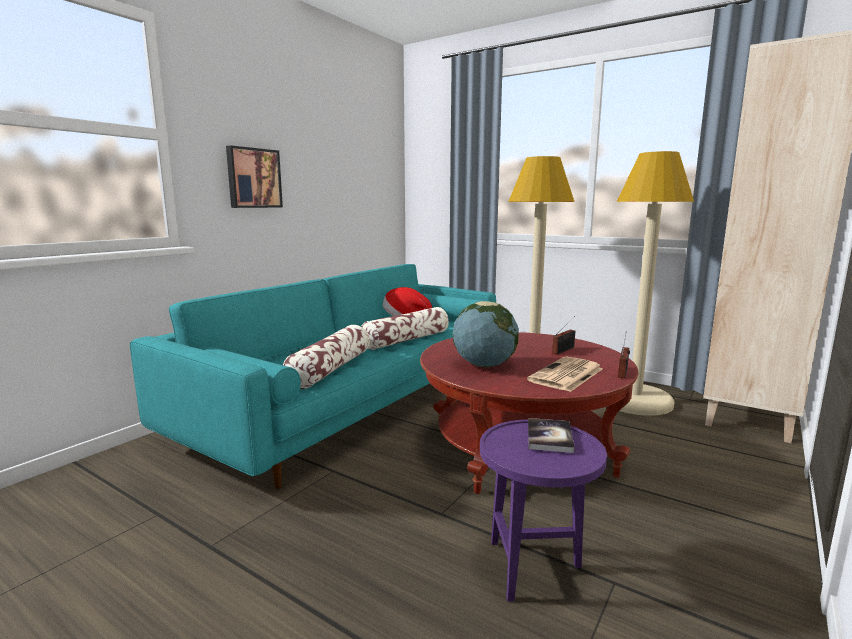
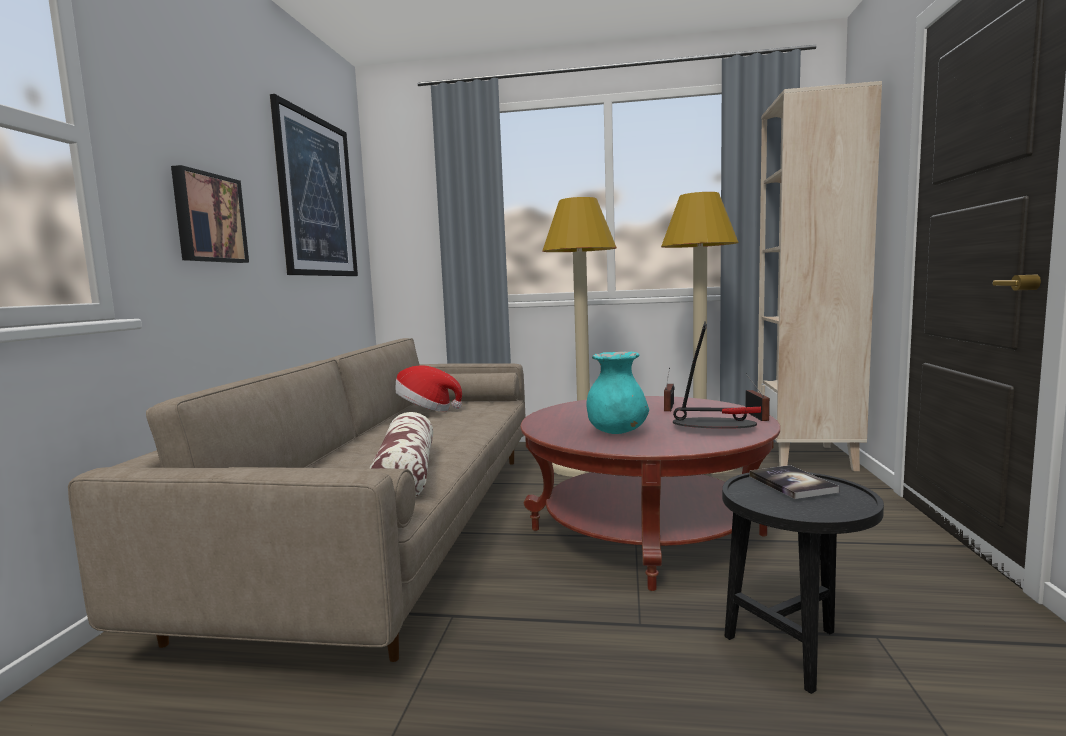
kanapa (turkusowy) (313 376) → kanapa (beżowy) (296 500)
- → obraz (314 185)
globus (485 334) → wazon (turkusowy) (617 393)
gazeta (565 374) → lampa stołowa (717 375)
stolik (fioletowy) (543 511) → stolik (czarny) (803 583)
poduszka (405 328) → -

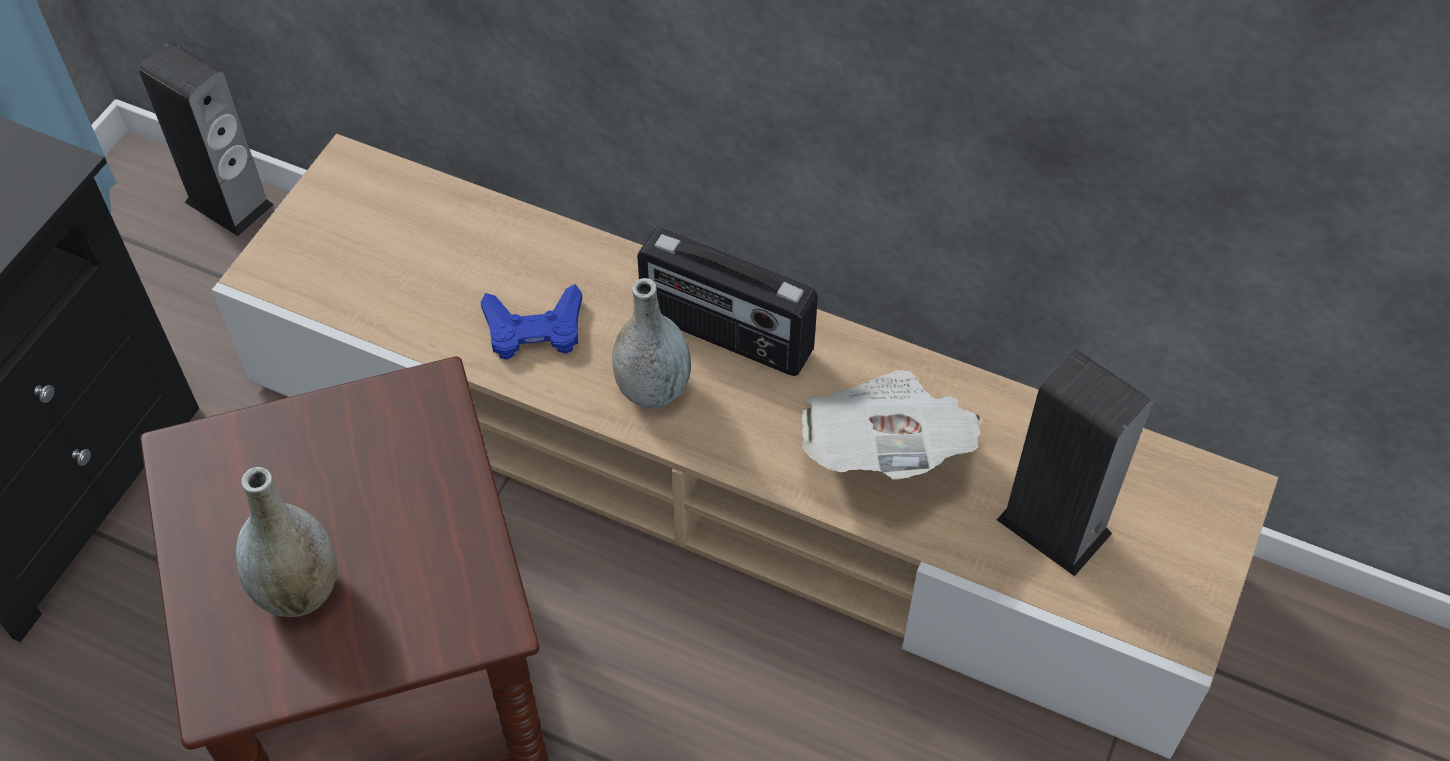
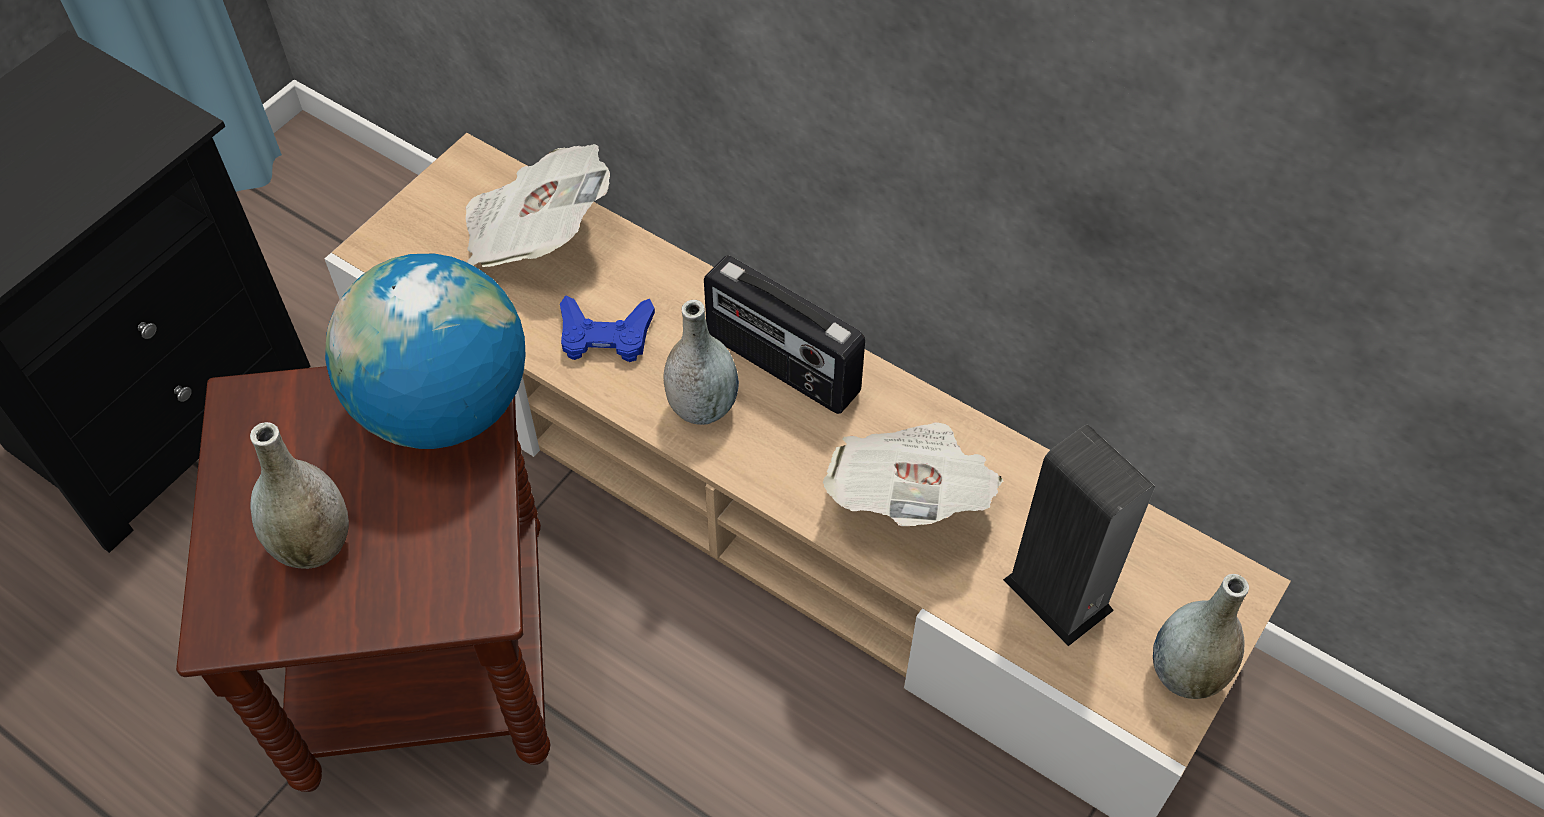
- → globus (425 351)
- → gazeta (538 205)
- → wazon (szary) (1201 636)
głośnik (206 139) → -

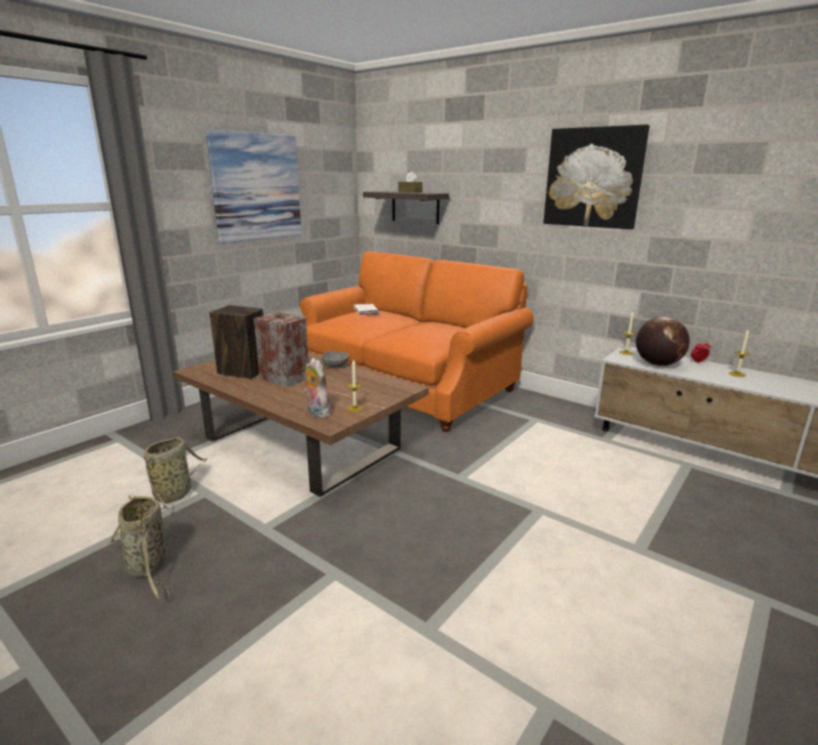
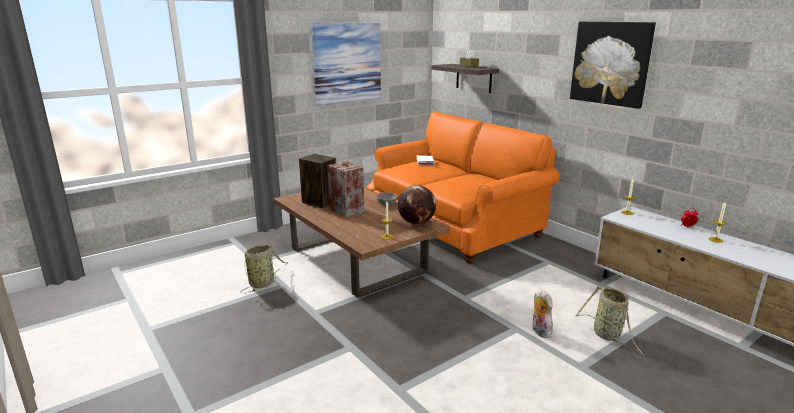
globus (663 341) → globus (417 205), shifted
pluszak (318 388) → pluszak (543 314), shifted
koszyk (139 547) → koszyk (609 320), shifted

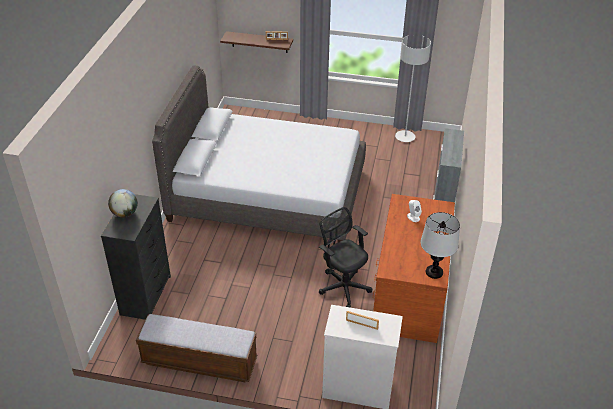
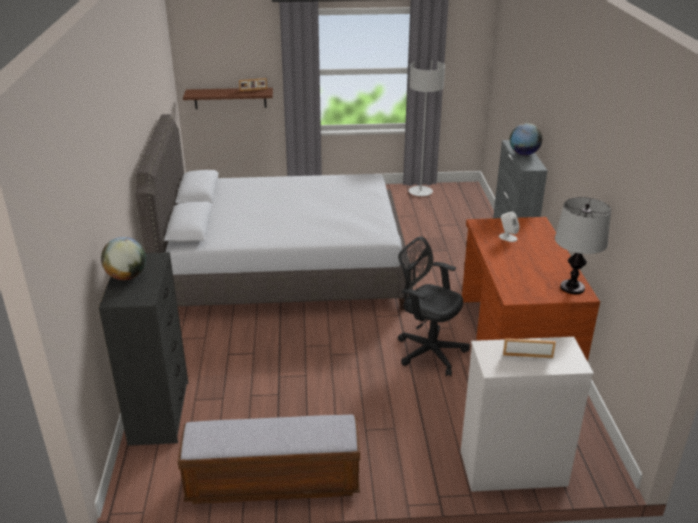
- → globus (526 139)

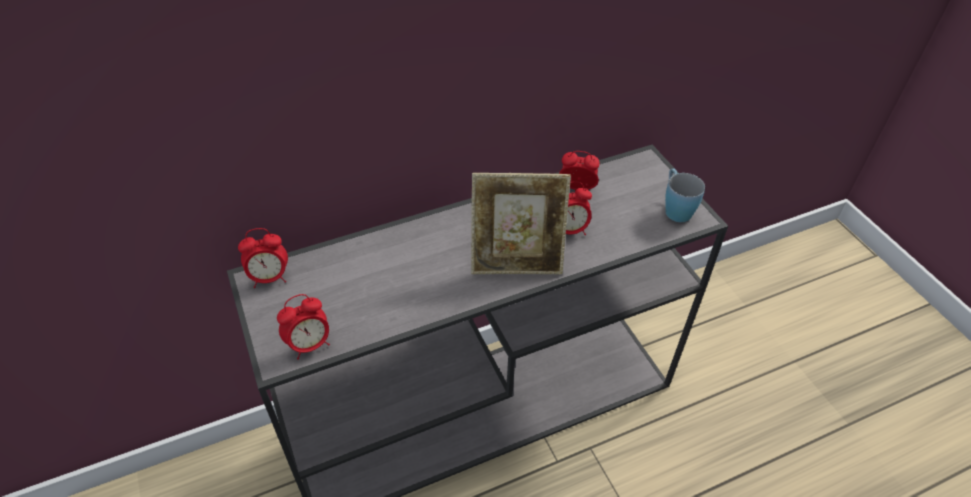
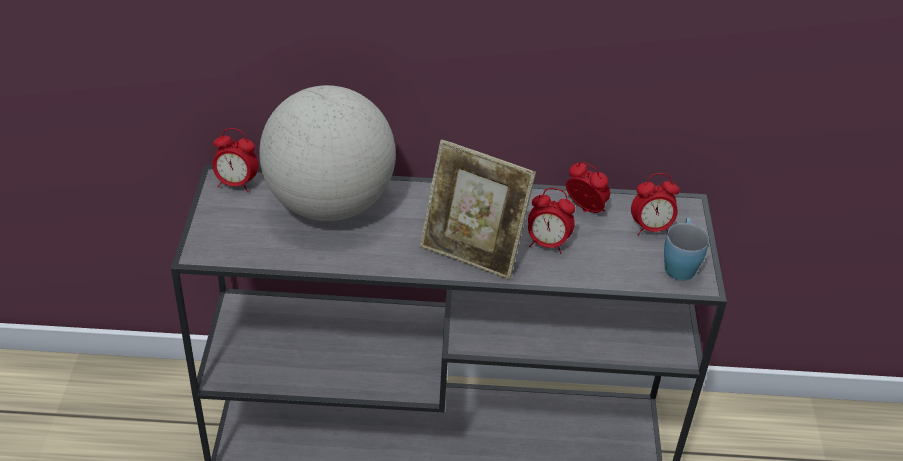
- → globus (327 153)
budzik (303 327) → budzik (655 204), shifted

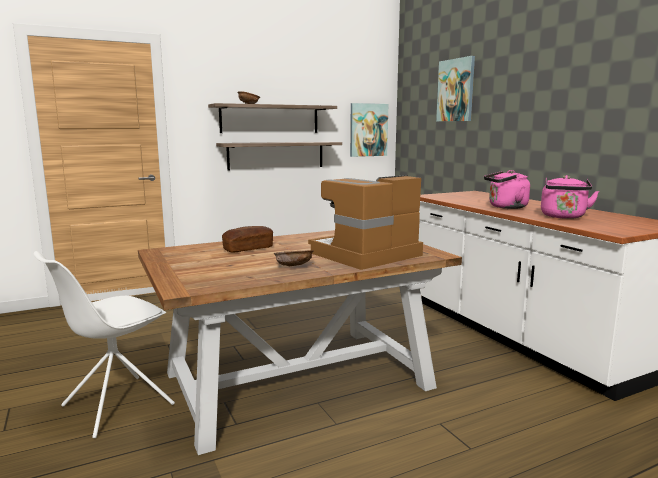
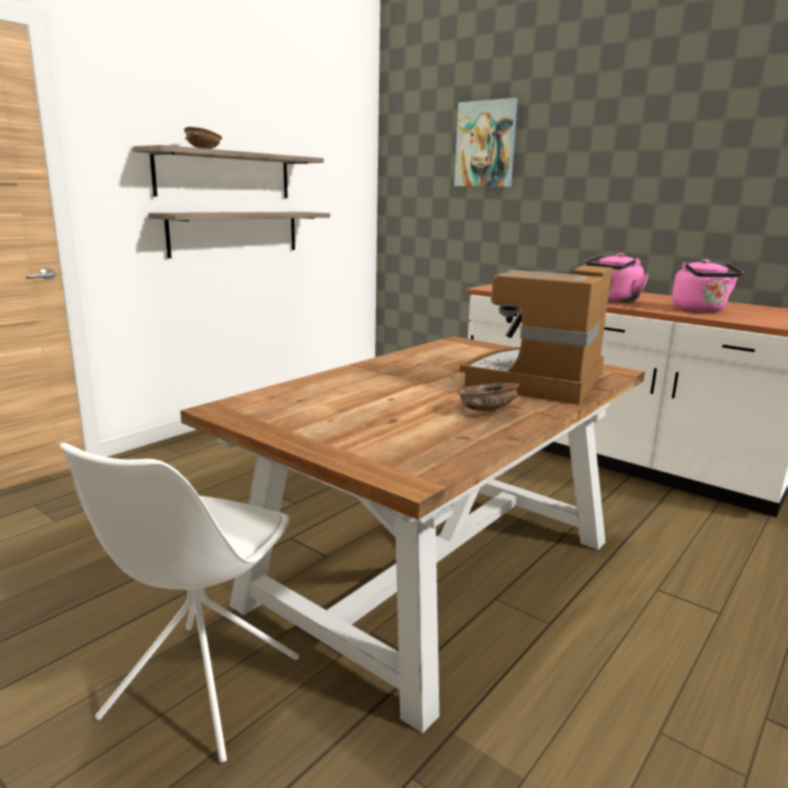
chleb (247 239) → -
obraz (369 130) → -

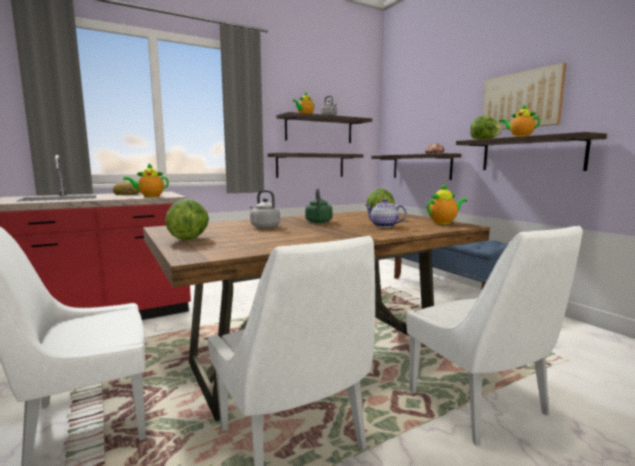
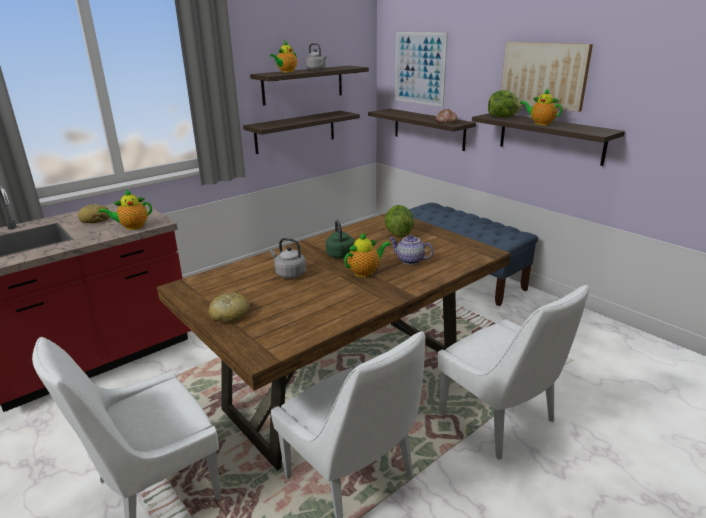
sałata (187 219) → chleb (229 307)
imbryk (447 203) → imbryk (367 255), shifted
- → obraz (421 69)

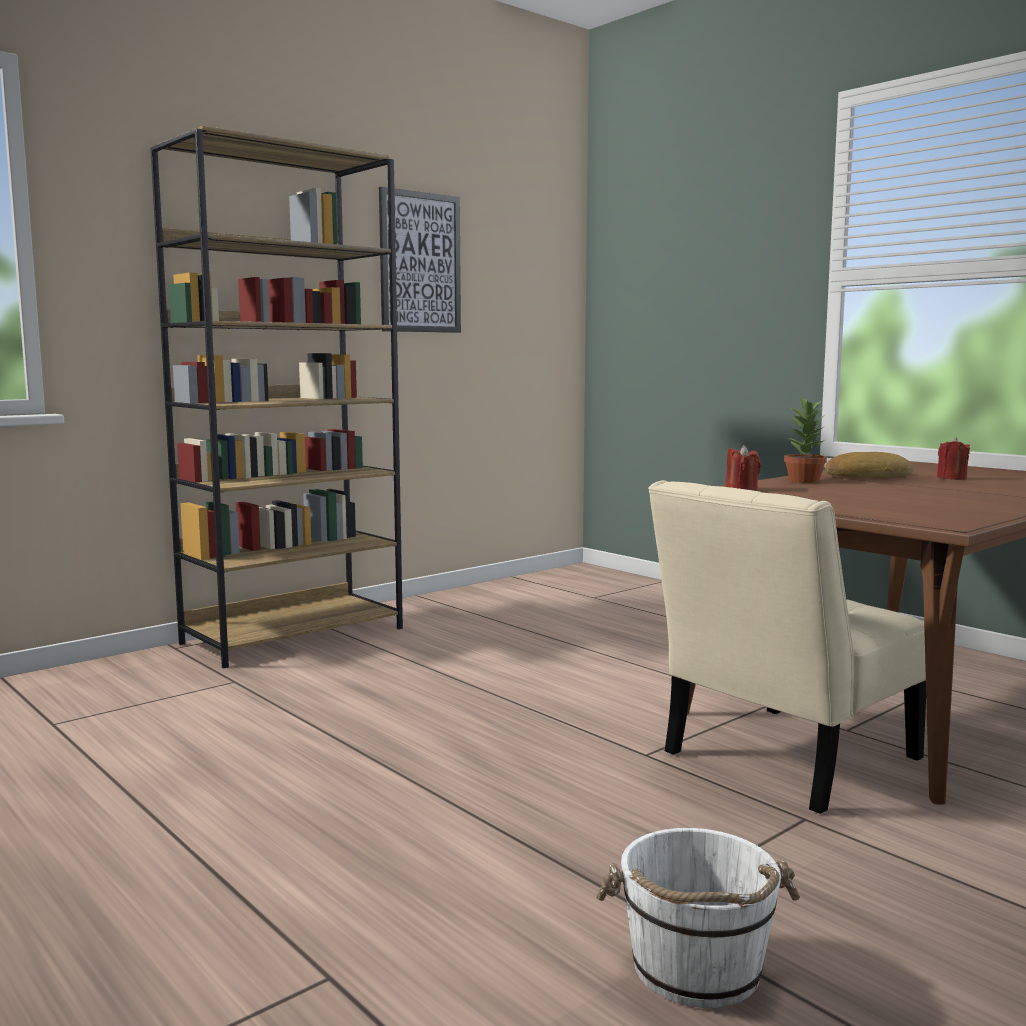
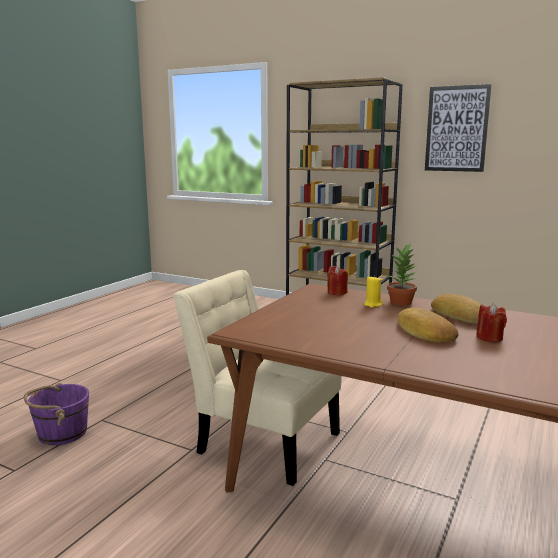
wiadro (biały) (698 918) → wiadro (fioletowy) (56 414)
- → świeca (żółty) (373 291)
- → chleb (427 324)

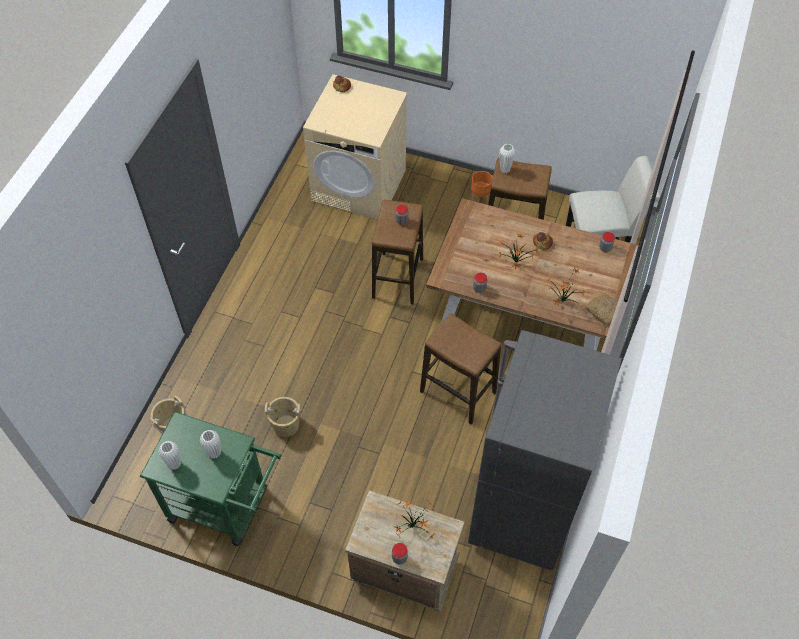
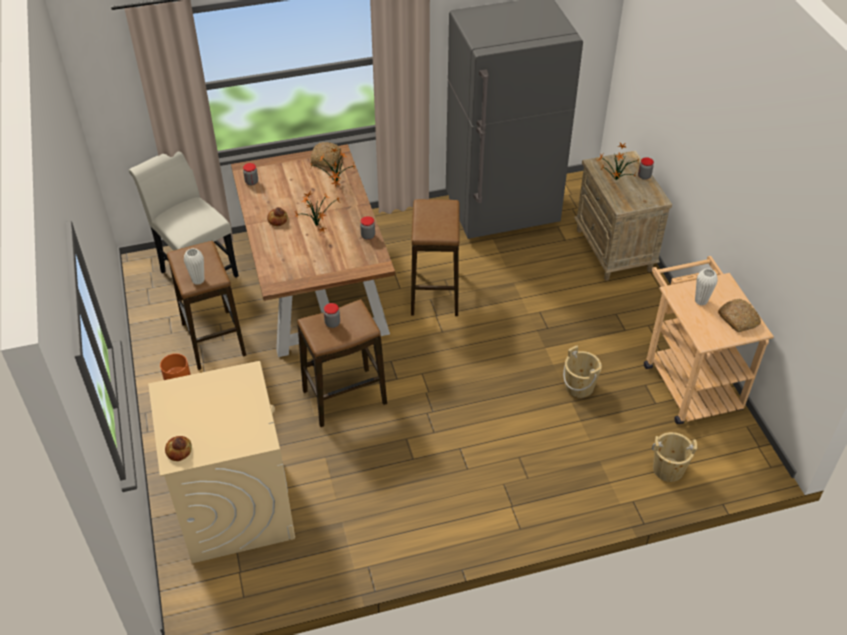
wózek (zielony) (210 479) → wózek (beżowy) (709 340)
wazon (biały) (170 455) → chleb (739 315)

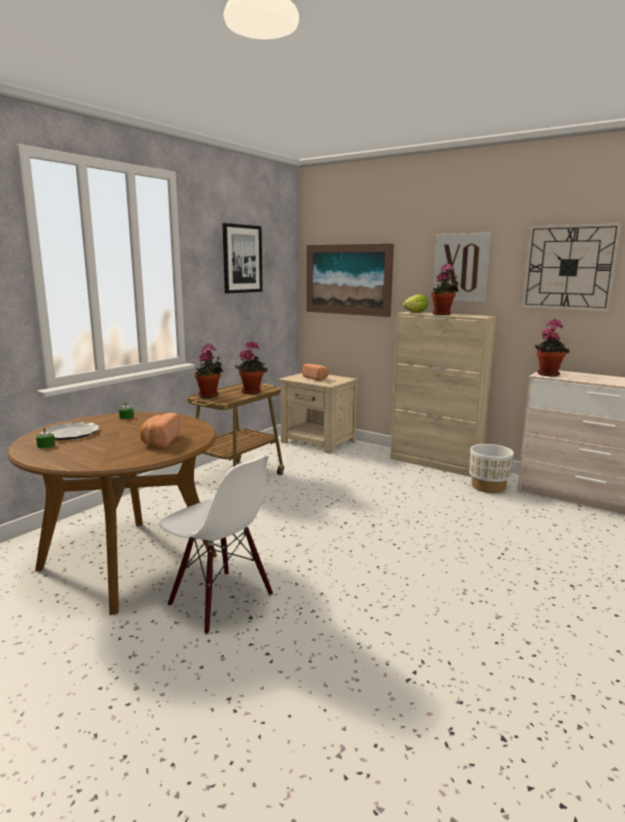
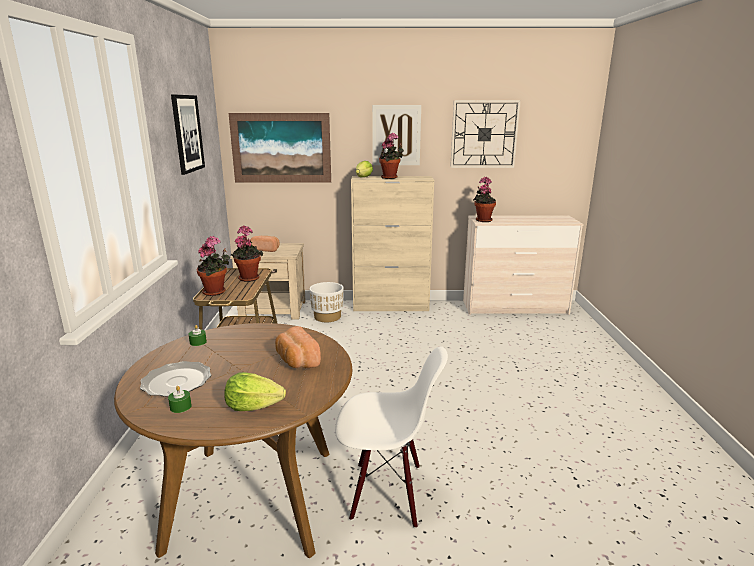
- → sałata (255 391)
donica (biały) (491 468) → donica (biały) (327 302), shifted

